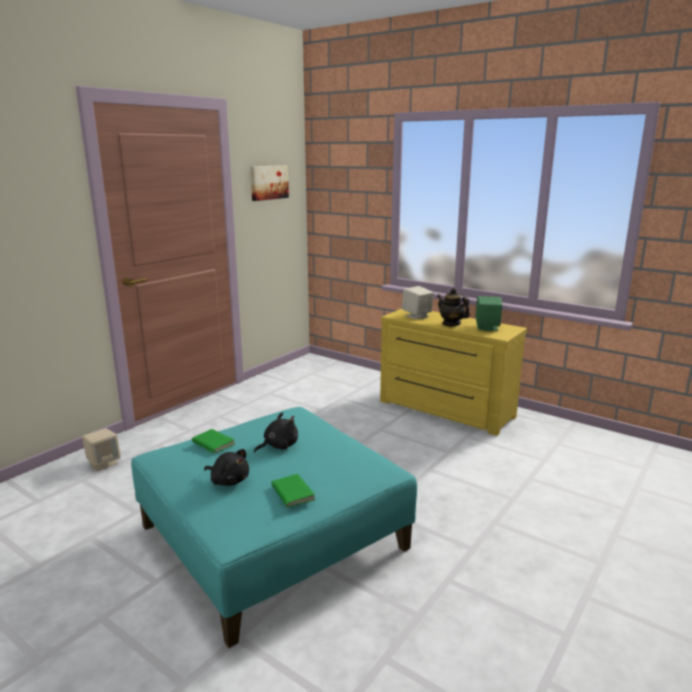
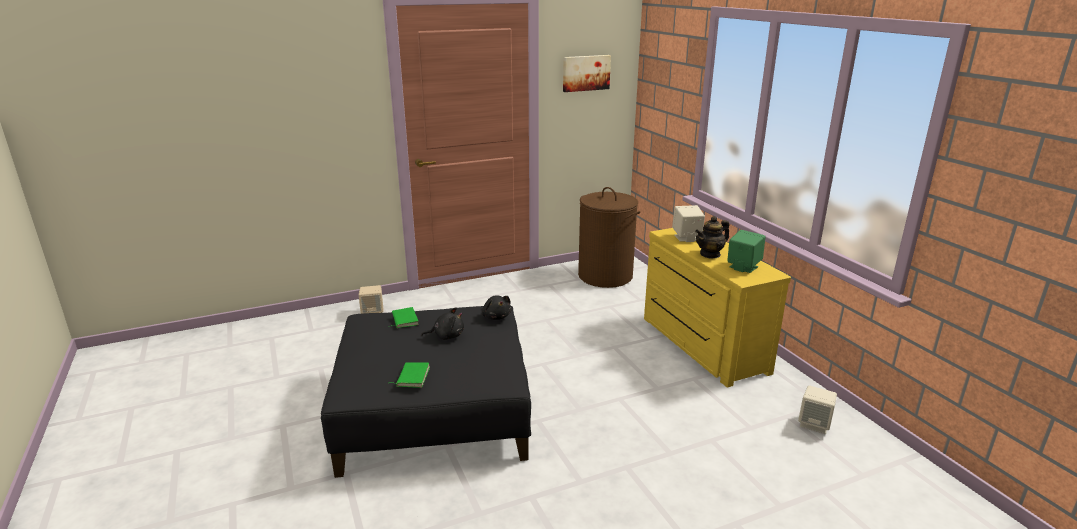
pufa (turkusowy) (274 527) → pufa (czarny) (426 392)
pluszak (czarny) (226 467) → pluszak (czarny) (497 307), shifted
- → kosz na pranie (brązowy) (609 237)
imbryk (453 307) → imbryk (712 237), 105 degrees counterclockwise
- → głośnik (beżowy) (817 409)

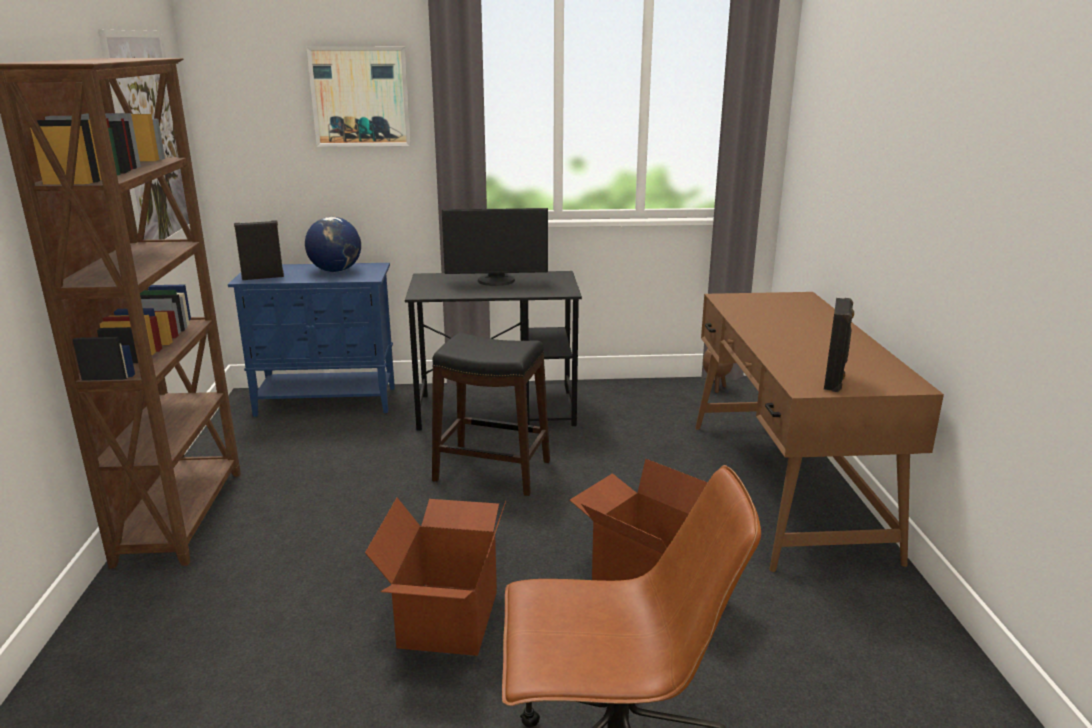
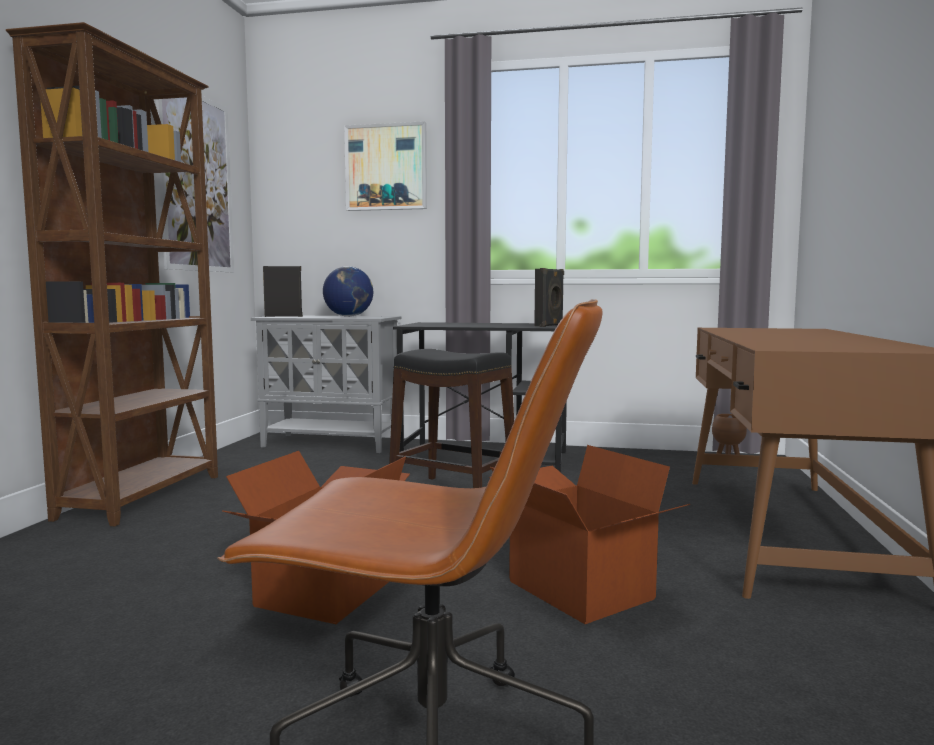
szafka (niebieski) (311 340) → szafka (szary) (326 384)
głośnik (czarny) (839 345) → głośnik (czarny) (549 297), shifted
monitor (495 247) → -

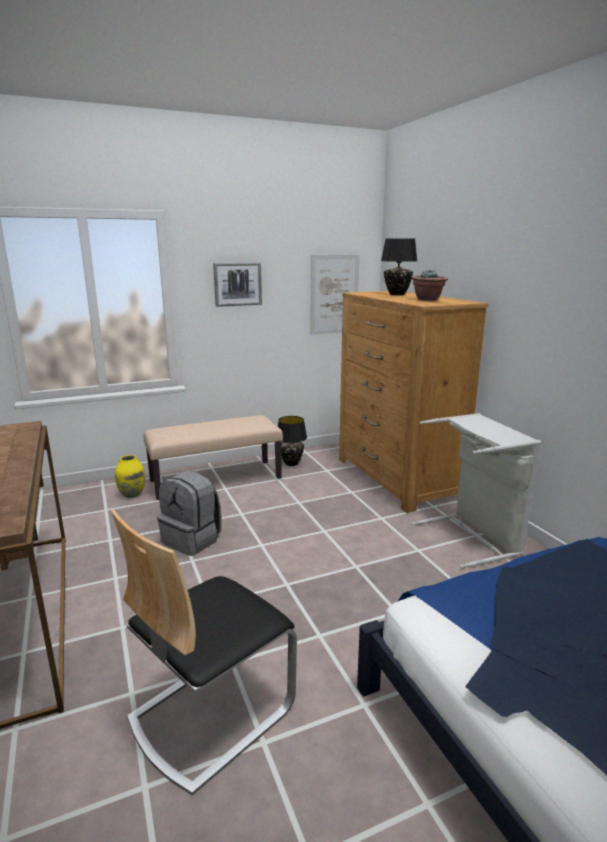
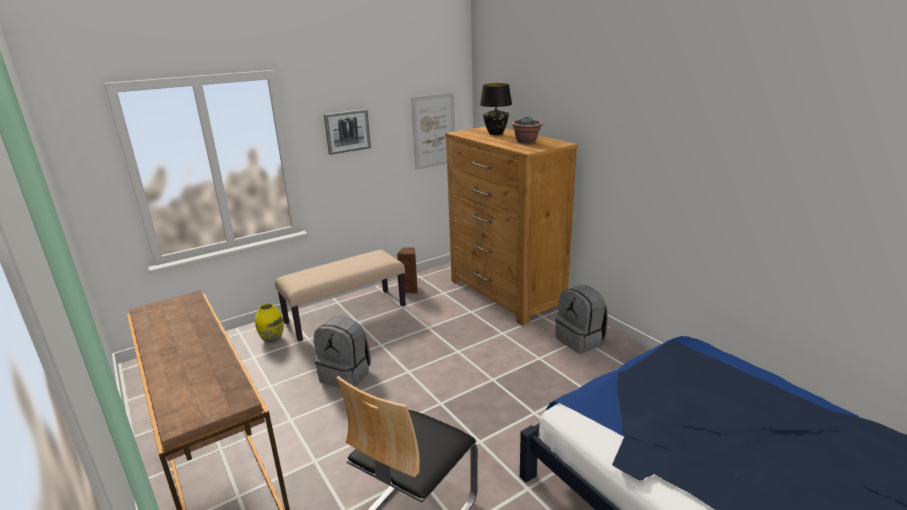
lampa stołowa (czarny) (292 441) → głośnik (brązowy) (407 270)
kosz na pranie (szary) (476 490) → plecak (szary) (582 319)

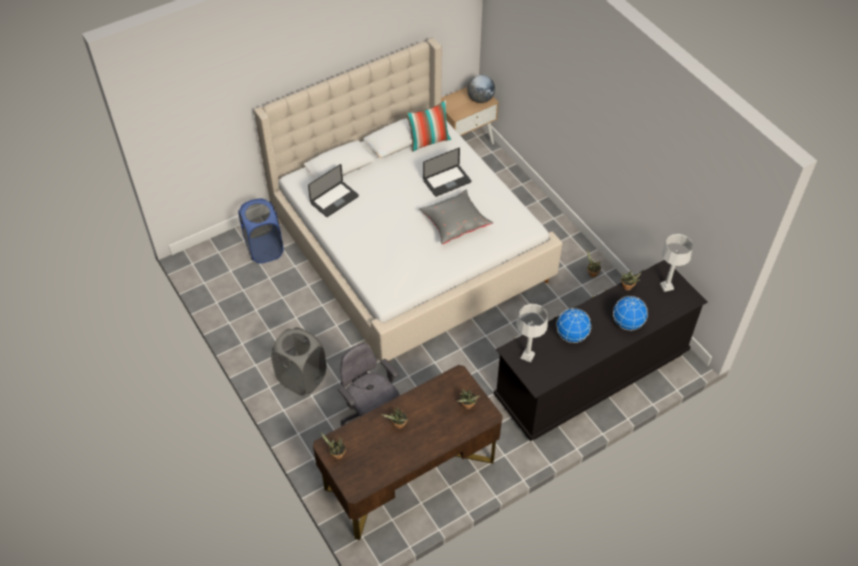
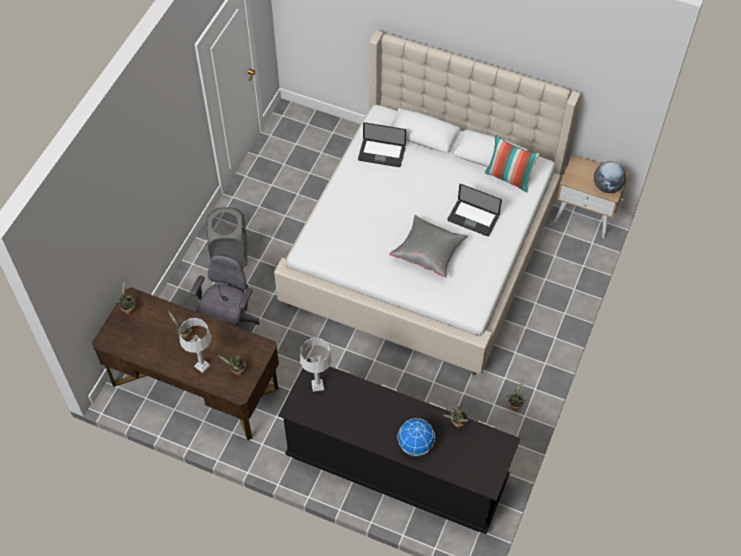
lampa stołowa (szary) (676 263) → lampa stołowa (szary) (195 345), shifted
kosz na pranie (niebieski) (261 231) → -
globus (573 325) → -

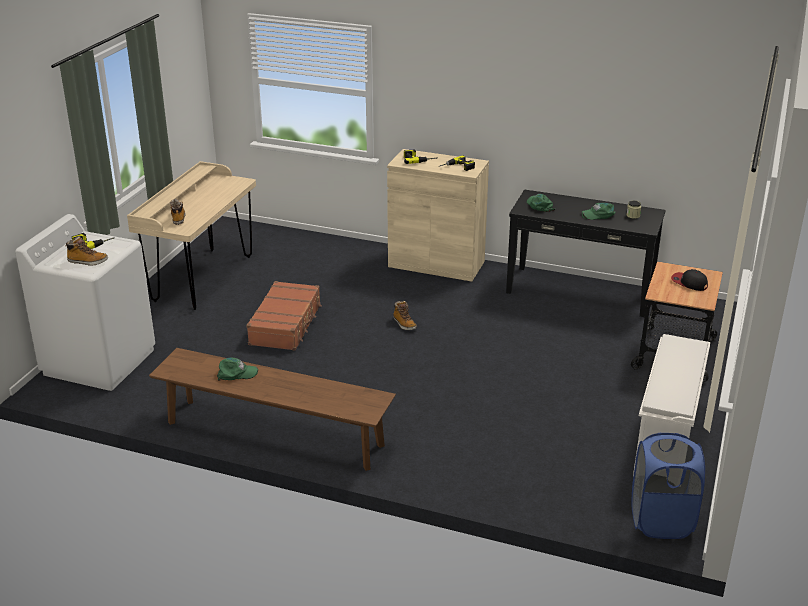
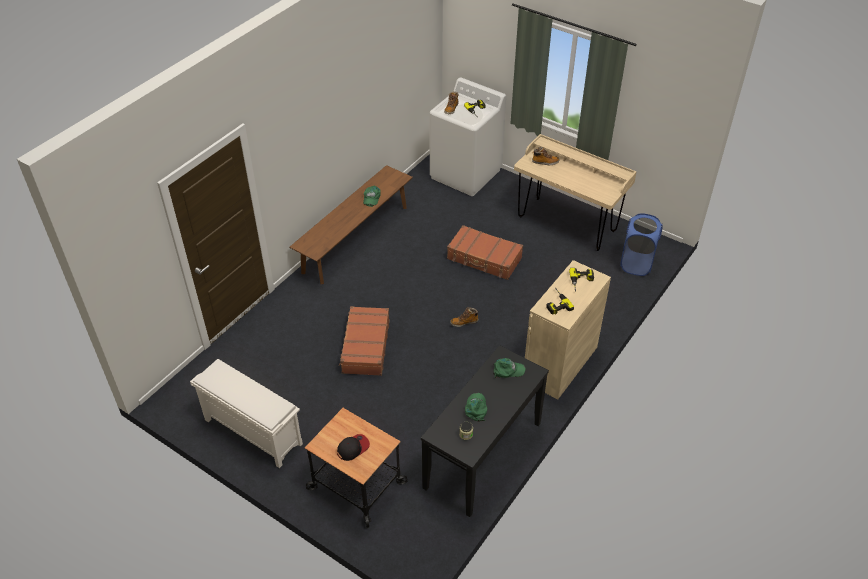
- → walizka (brązowy) (364 341)
kosz na pranie (niebieski) (668 486) → kosz na pranie (niebieski) (641 244), shifted

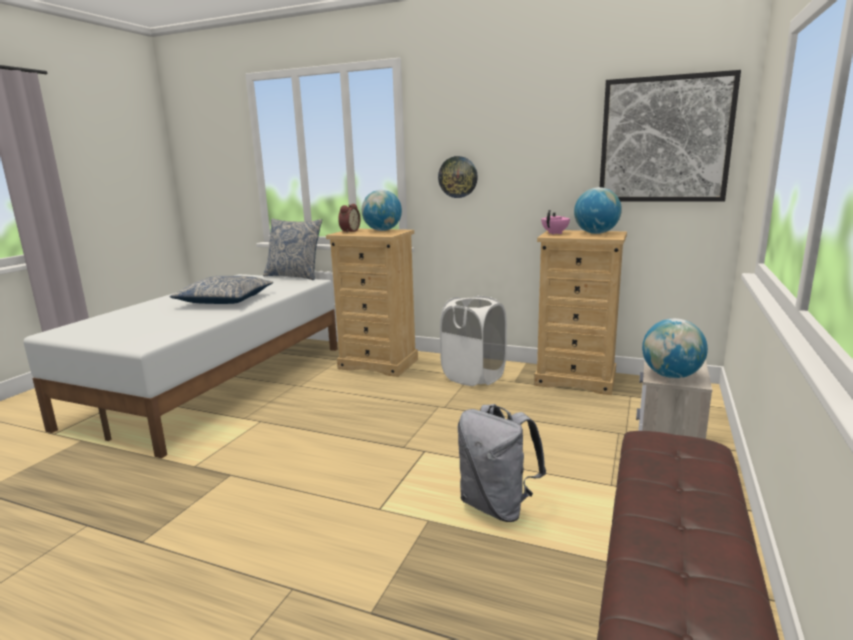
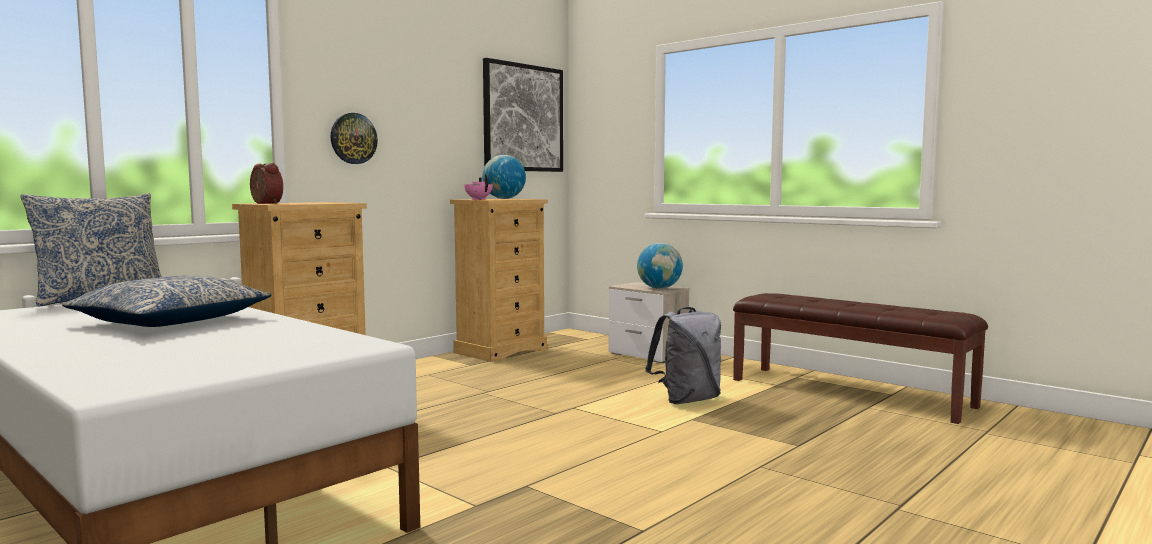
globus (382 210) → -
kosz na pranie (biały) (473 341) → -

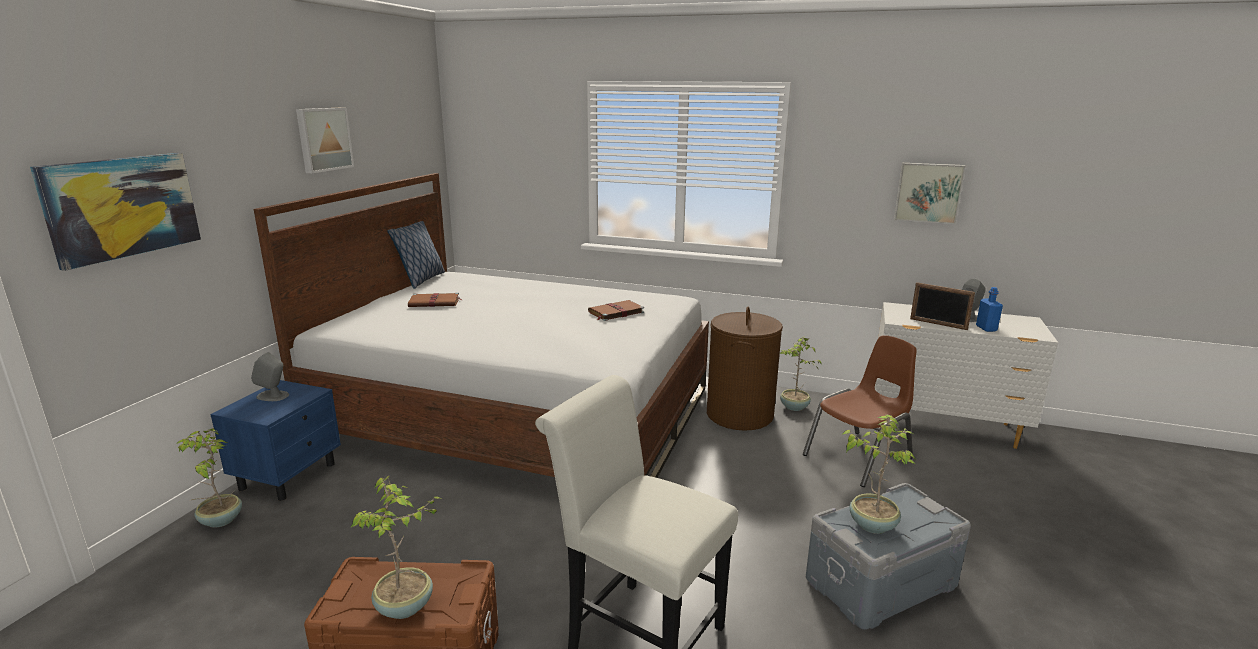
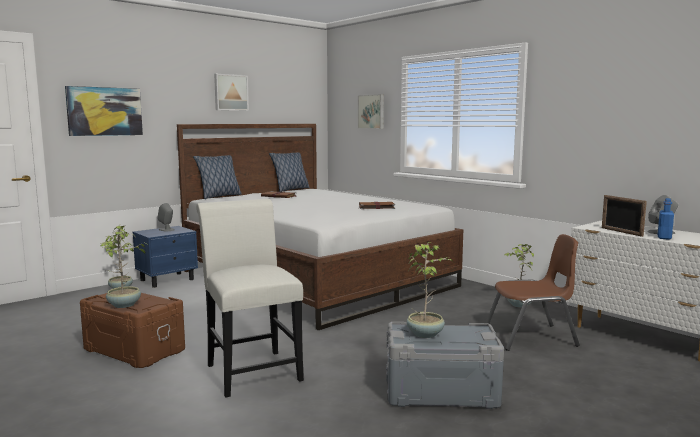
- → poduszka (217 177)
obraz (930 193) → obraz (371 111), shifted
kosz na pranie (brązowy) (745 369) → -

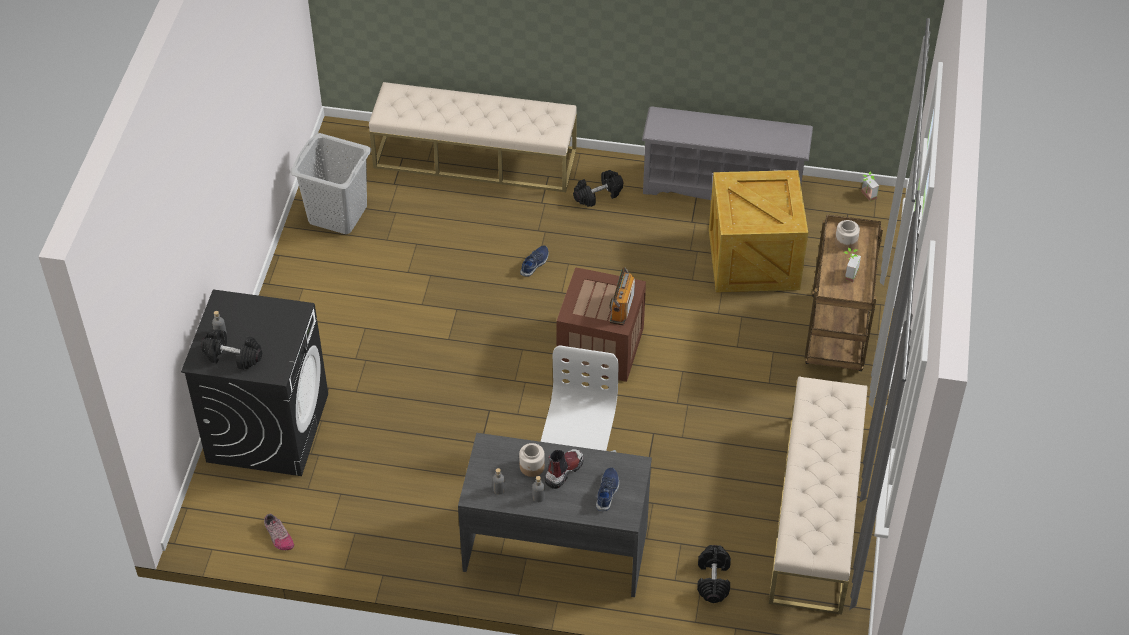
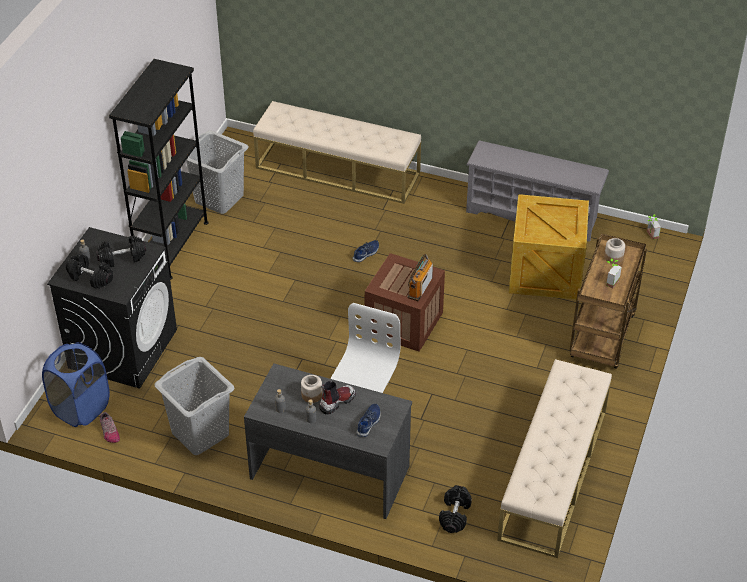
- → kosz na pranie (niebieski) (76 384)
hantel (czarny) (598 188) → hantel (czarny) (121 251), shifted
- → regał (czarny) (159 169)
- → kosz na pranie (szary) (194 406)

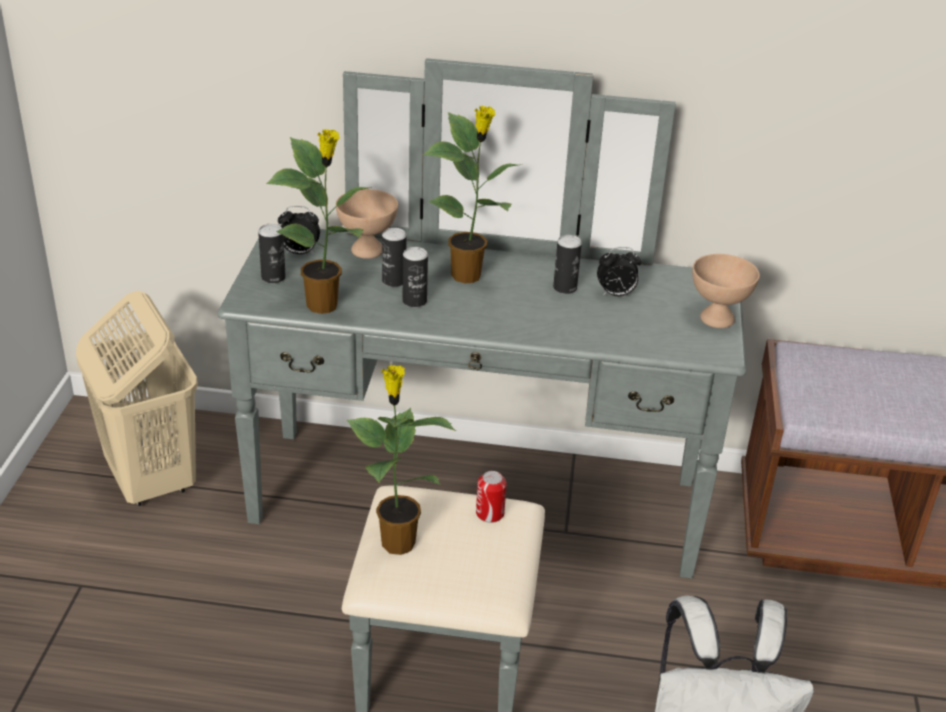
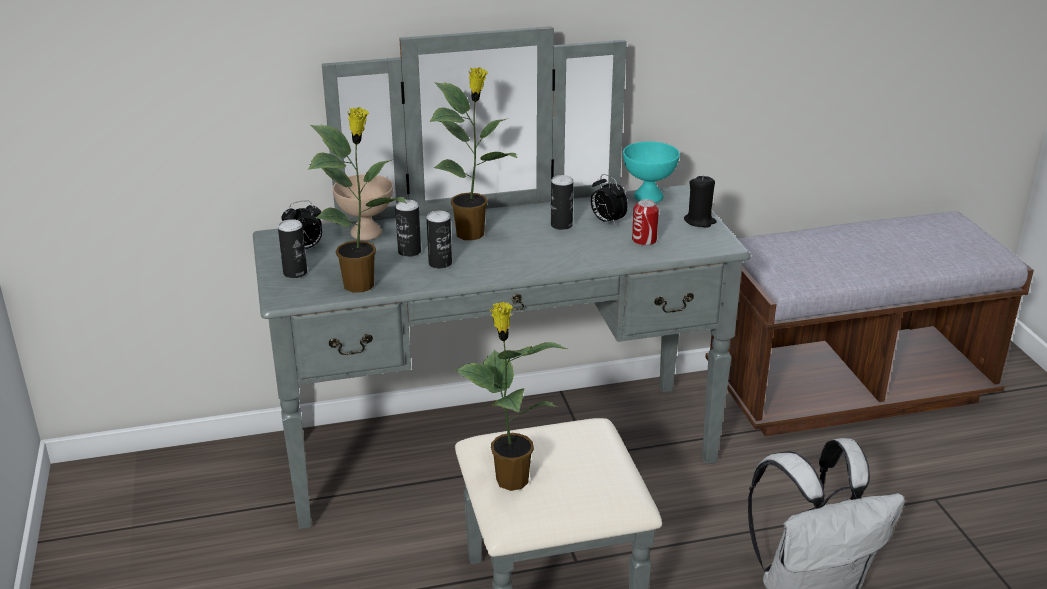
budzik (619 271) → budzik (609 200), 75 degrees clockwise
- → miska (turkusowy) (651 172)
puszka (491 497) → puszka (645 222), shifted
miska (beżowy) (726 291) → świeca (czarny) (700 201)
kosz na pranie (beżowy) (137 398) → -

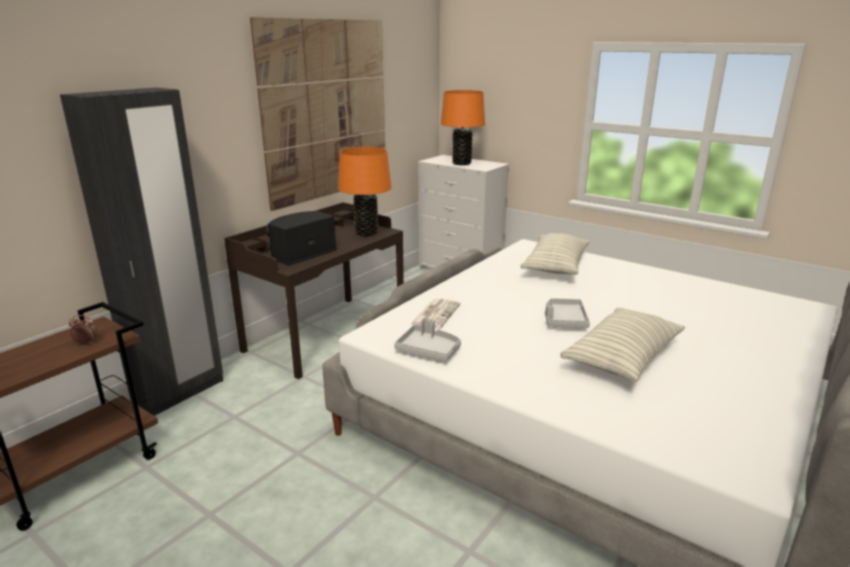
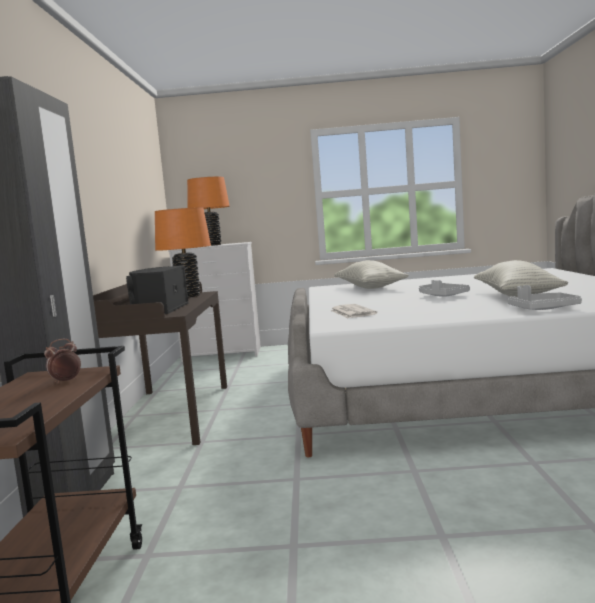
taca (szary) (427 339) → taca (szary) (544 297), shifted
obraz (317 114) → -

